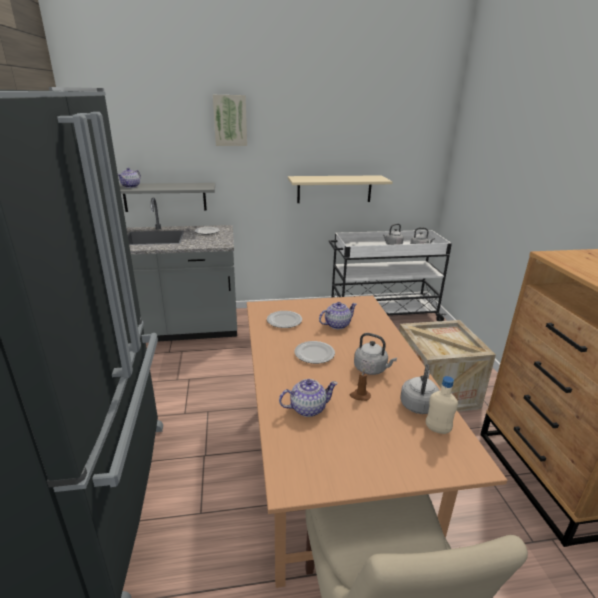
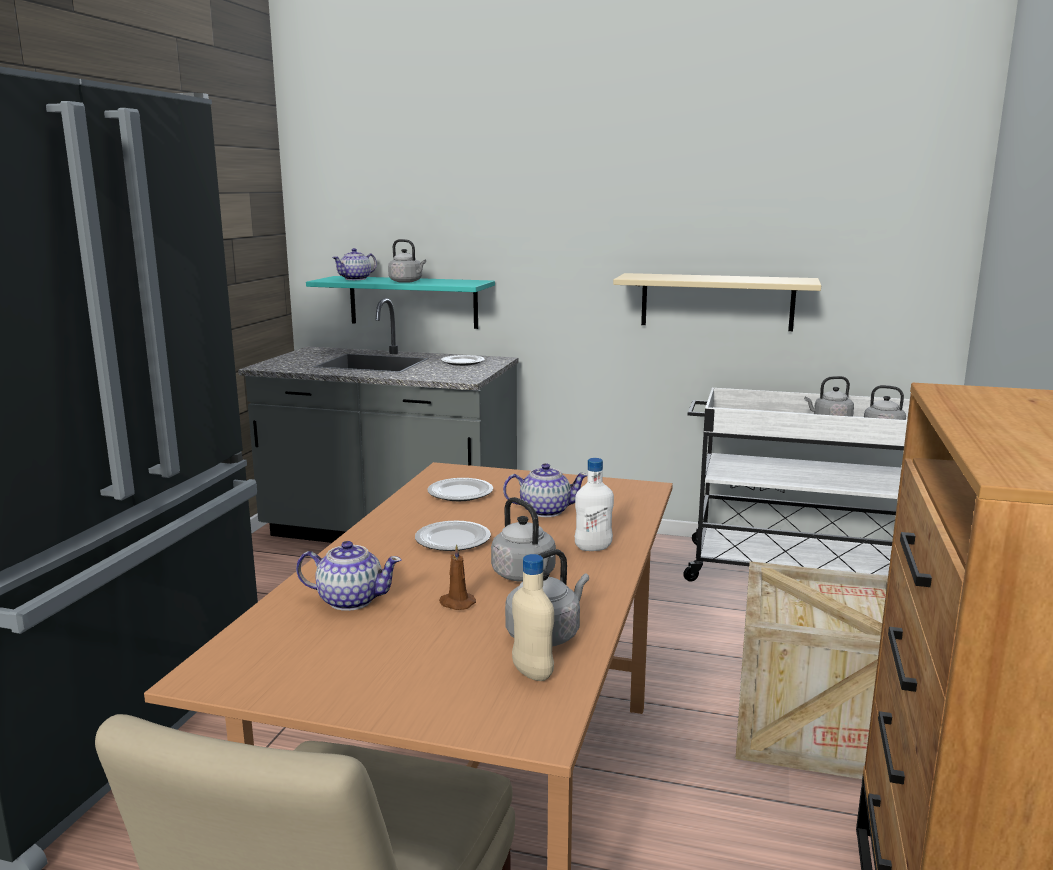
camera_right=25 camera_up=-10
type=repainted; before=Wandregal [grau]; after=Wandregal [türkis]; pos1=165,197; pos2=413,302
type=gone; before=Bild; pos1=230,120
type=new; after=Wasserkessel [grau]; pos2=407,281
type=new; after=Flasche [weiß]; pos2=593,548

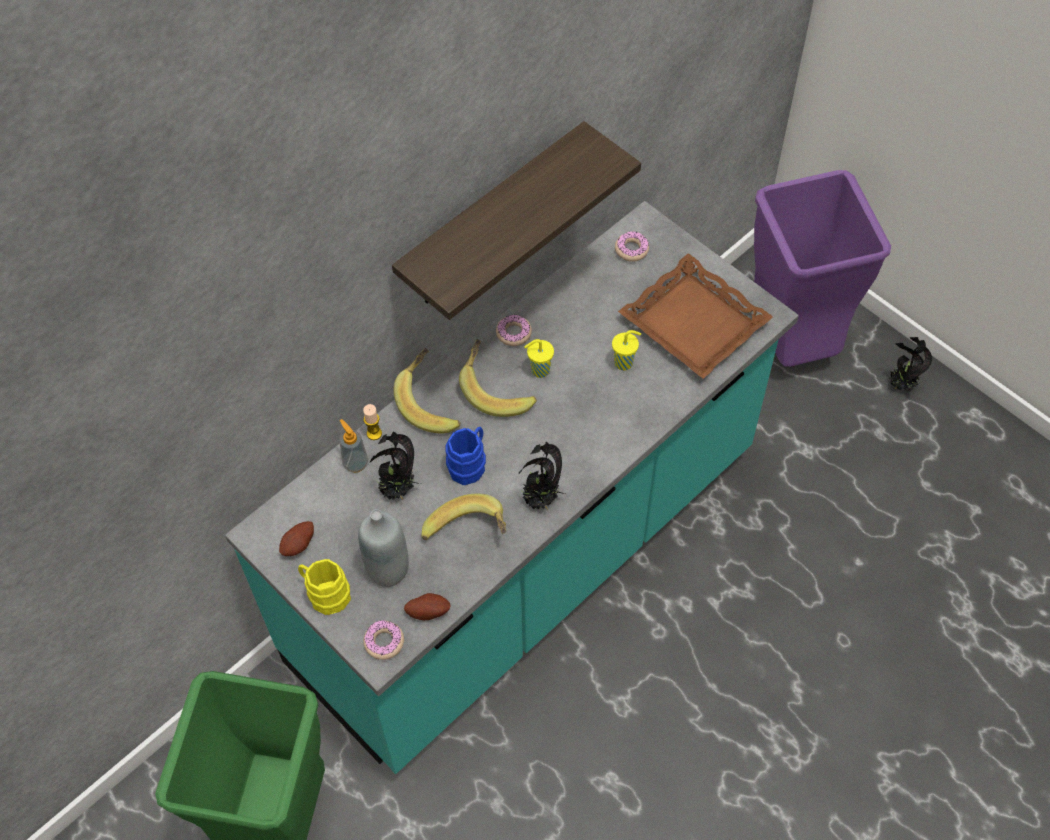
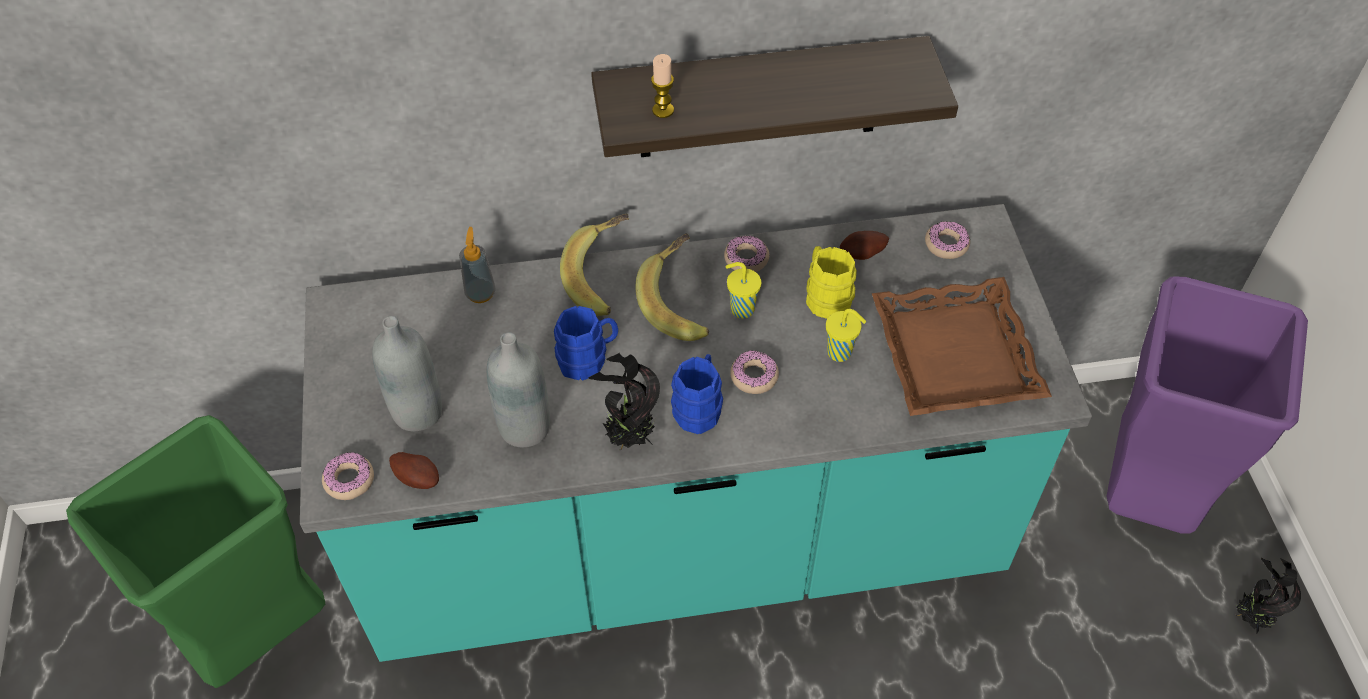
camera_right=35 camera_up=-5
type=shifted; before=Kartoffel; pos1=299,545; pos2=863,255
type=shifted; before=Henkelbecher [gelb]; pos1=325,594; pos2=825,296
type=shifted; before=Kerze; pos1=374,433; pos2=663,110
type=gone; before=Topfpflanze; pos1=397,490
type=swapped; before=Banane; after=Flasche [grau]; pos1=468,535; pos2=525,428
type=new; after=Henkelbecher [blau]; pos2=699,406
type=new; after=Donut; pos2=754,376

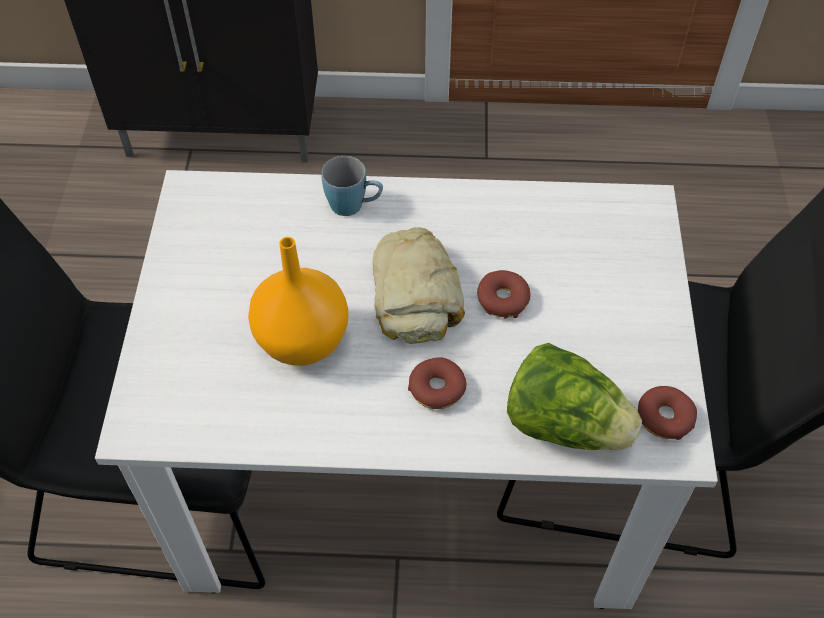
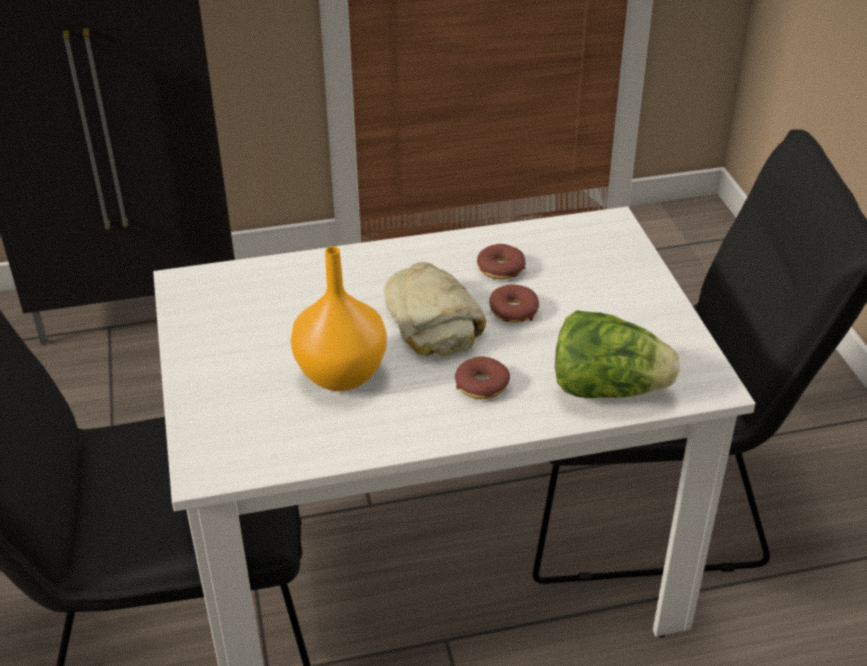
camera_right=-15 camera_up=-15
type=gone; before=Henkelbecher [blau]; pos1=354,205
type=shifted; before=Donut; pos1=664,417; pos2=500,269

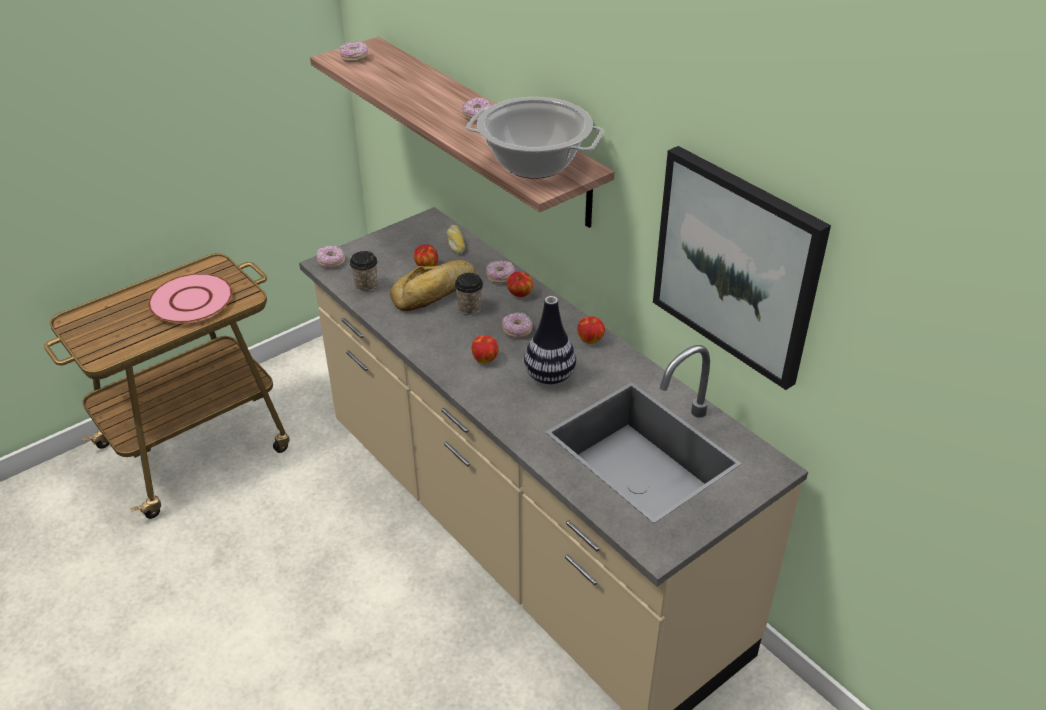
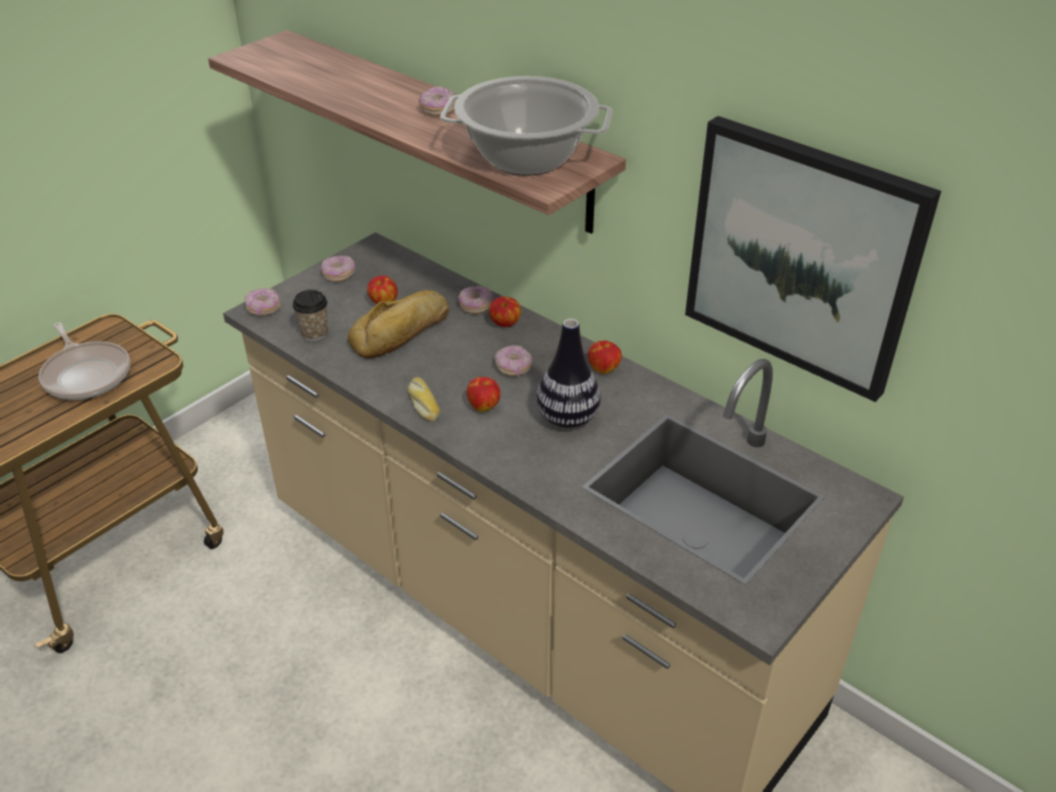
camera_right=-10 camera_up=0
type=swapped; before=Teller [rosa]; after=Pfanne; pos1=191,300; pos2=86,374
type=shifted; before=Donut; pos1=354,58; pos2=339,275
type=shifted; before=Brot; pos1=455,243; pos2=422,404
type=gone; before=Tasse; pos1=469,308

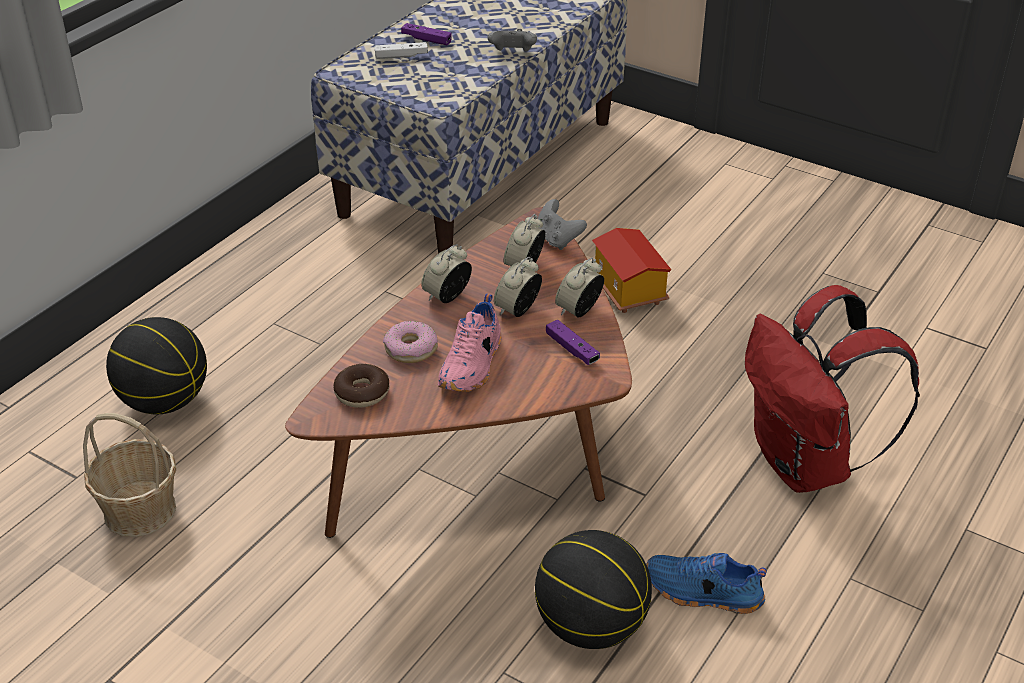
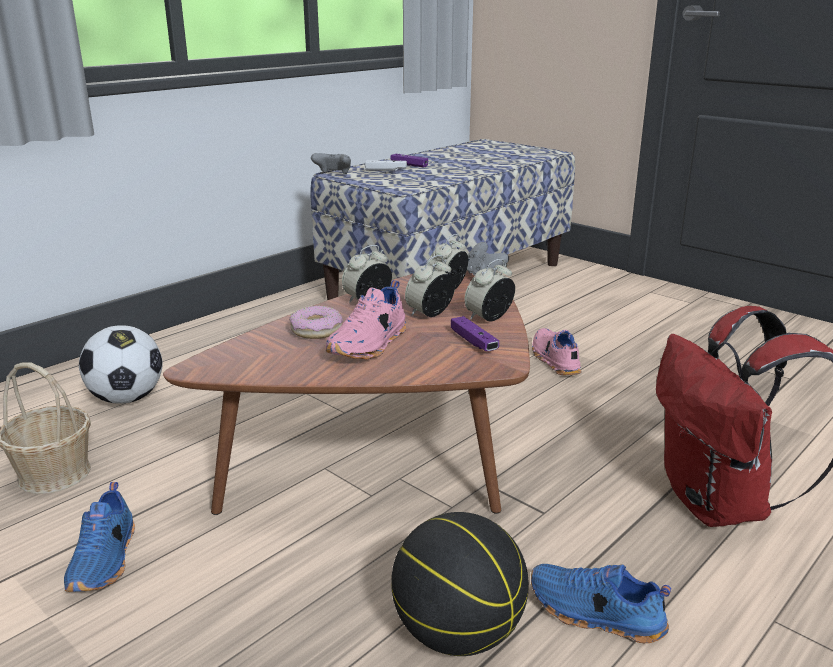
camera_right=10 camera_up=-15
type=swapped; before=Basketball; after=Fußball; pos1=165,401; pos2=127,398
type=gone; before=Donut; pos1=362,393
type=shifted; before=Gamepad [grau]; pos1=512,54; pos2=333,175
type=swapped; before=Spielzeughaus; after=Schuh [rosa]; pos1=627,291; pos2=554,360
type=new; after=Schuh [blau]; pos2=106,560

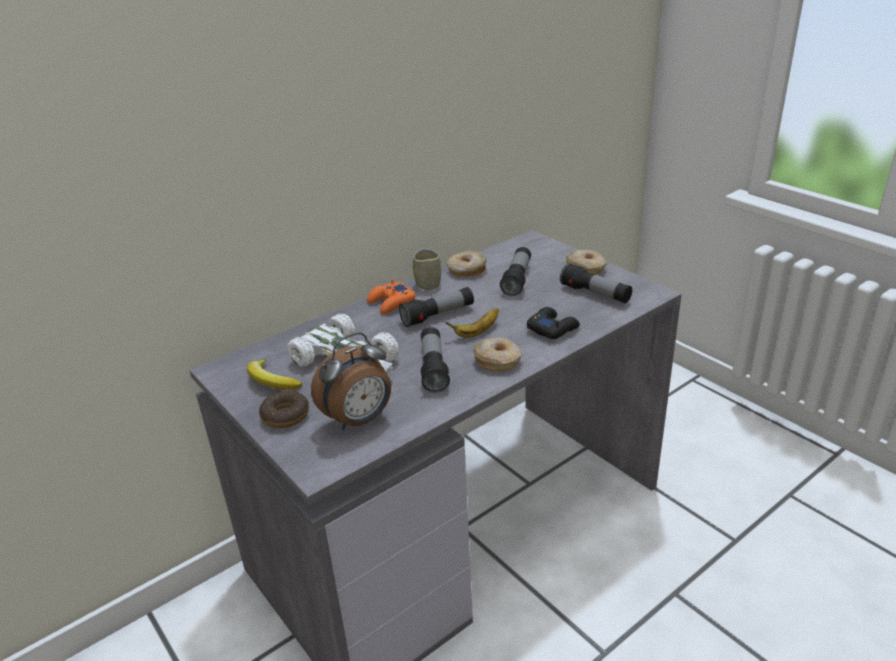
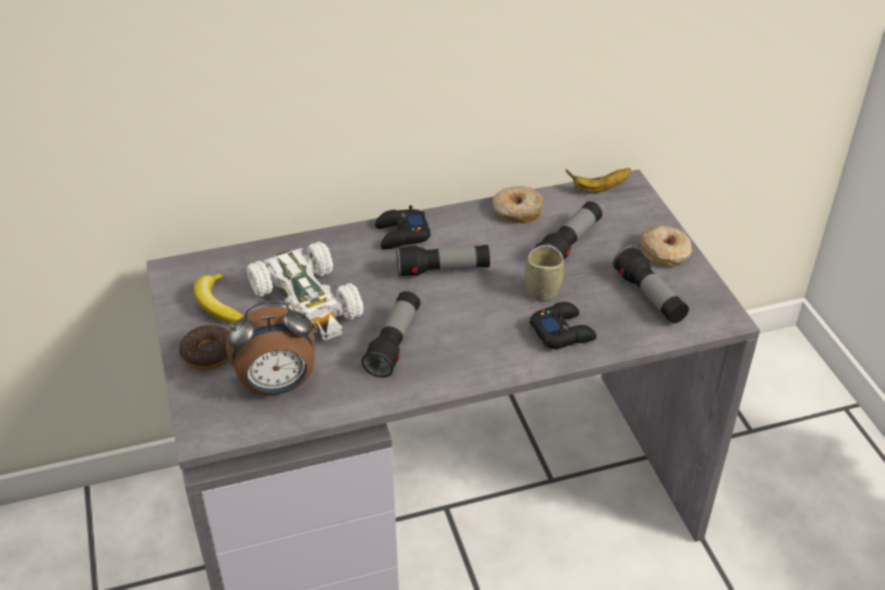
camera_right=20 camera_up=10
type=repainted; before=Gamepad [orange]; after=Gamepad [schwarz]; pos1=391,303; pos2=402,235
type=shifted; before=Tasse; pos1=428,284; pos2=542,291
type=shifted; before=Banane; pos1=476,332; pos2=599,189
type=gone; before=Donut; pos1=498,361

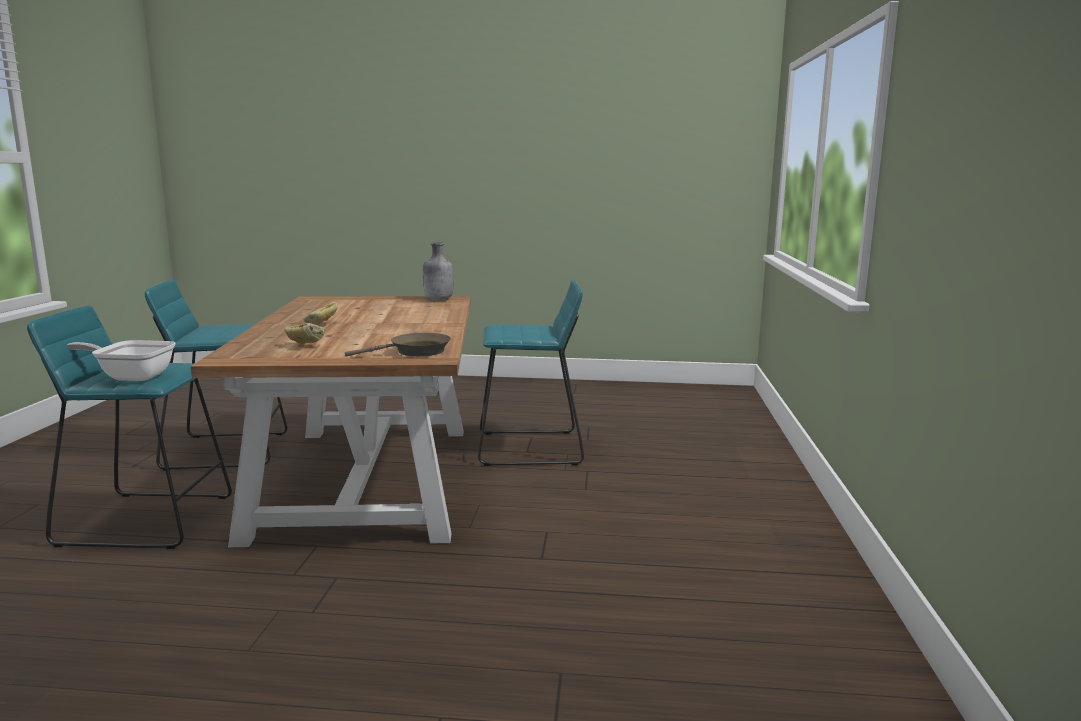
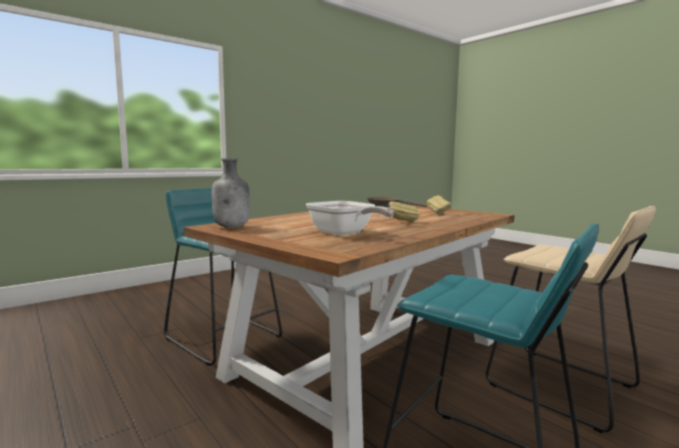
camera_right=-135 camera_up=-5
type=repainted; before=Hocker [türkis]; after=Hocker [beige]; pos1=147,519; pos2=560,386
type=shifted; before=Pfanne; pos1=131,377; pos2=344,233

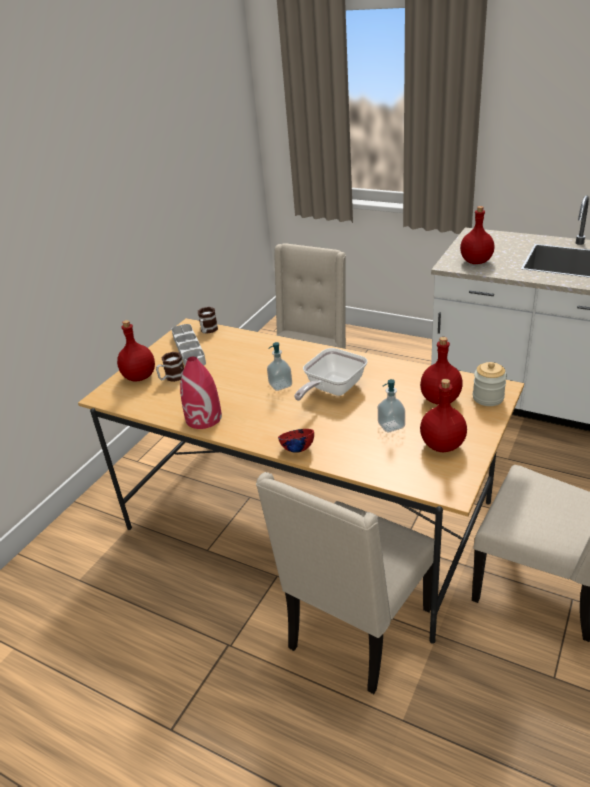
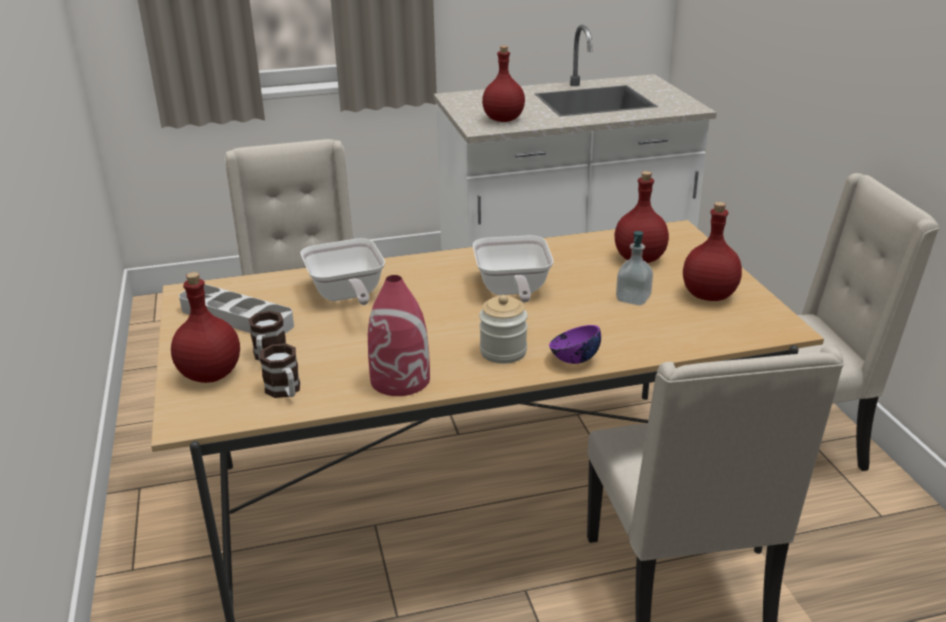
camera_right=-45 camera_up=-5
type=shifted; before=Henkelbecher; pos1=208,331; pos2=285,391
type=gone; before=Seifenspender; pos1=280,385
type=repainted; before=Schüssel [rot]; after=Schüssel [lila]; pos1=297,448; pos2=574,359
type=shifted; before=Vorratsglas; pos1=488,398; pos2=503,352
type=new; after=Pfanne; pos2=346,296

